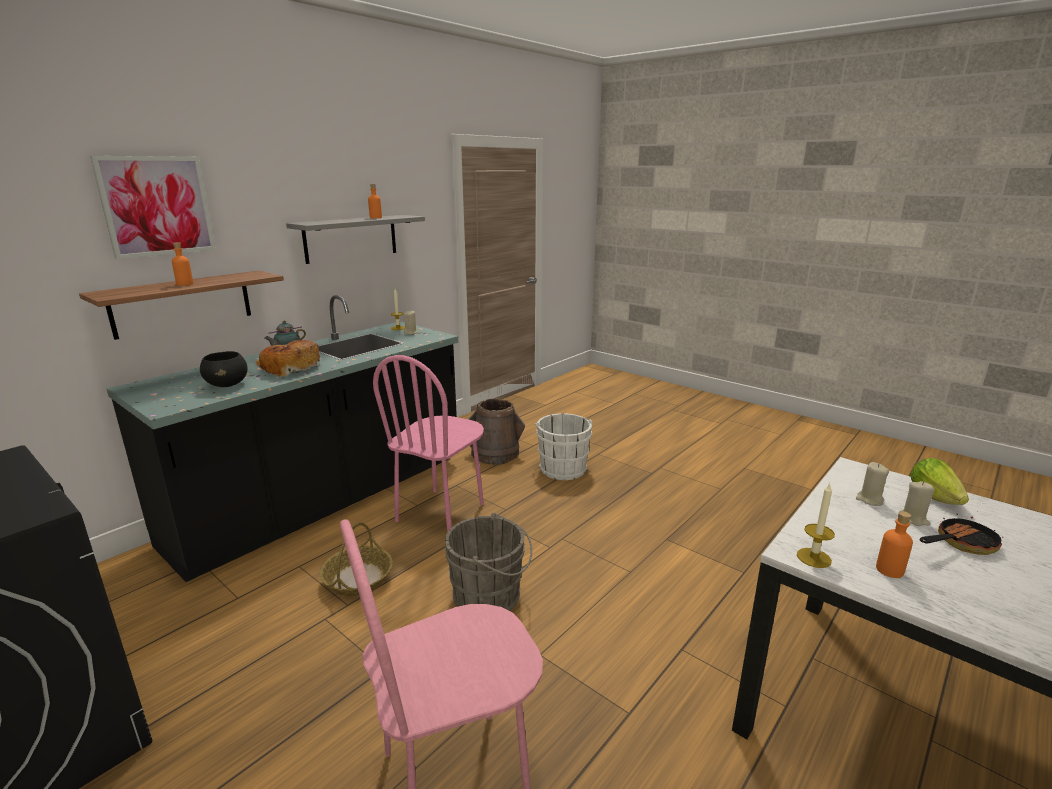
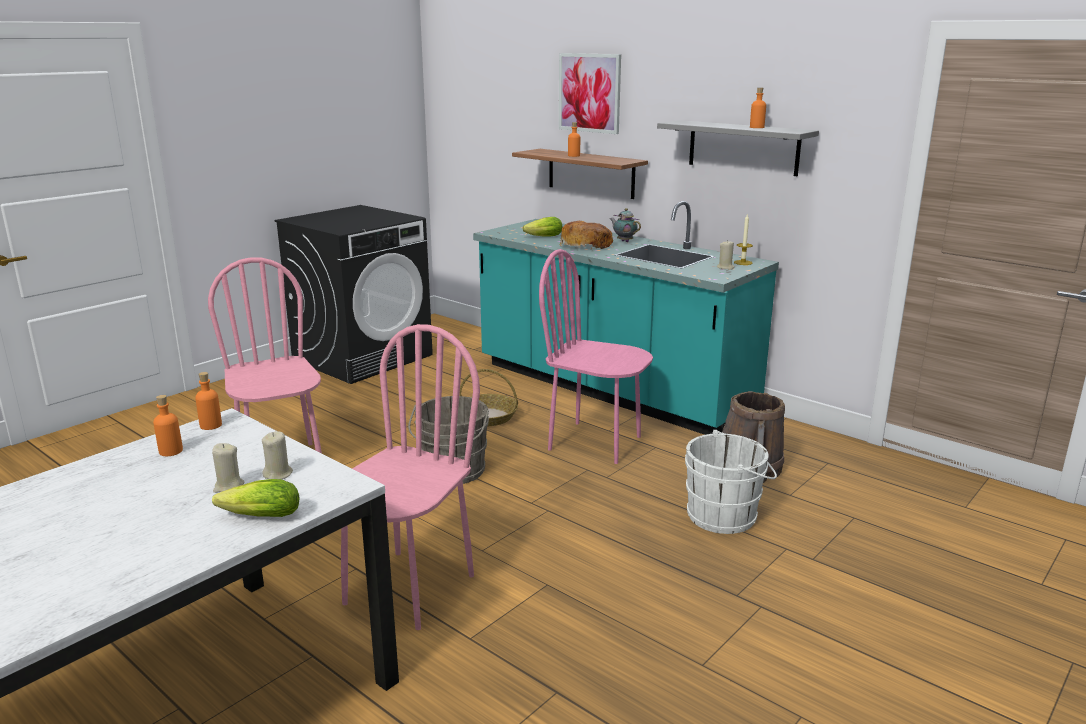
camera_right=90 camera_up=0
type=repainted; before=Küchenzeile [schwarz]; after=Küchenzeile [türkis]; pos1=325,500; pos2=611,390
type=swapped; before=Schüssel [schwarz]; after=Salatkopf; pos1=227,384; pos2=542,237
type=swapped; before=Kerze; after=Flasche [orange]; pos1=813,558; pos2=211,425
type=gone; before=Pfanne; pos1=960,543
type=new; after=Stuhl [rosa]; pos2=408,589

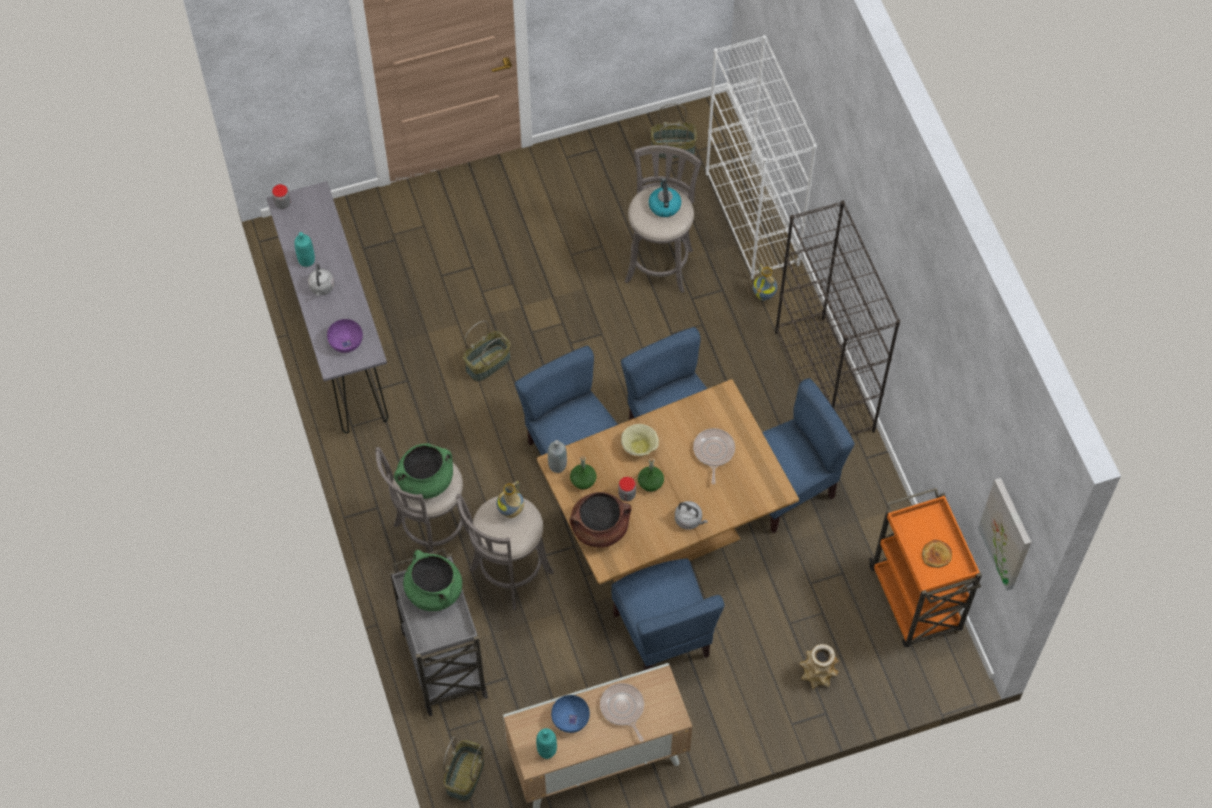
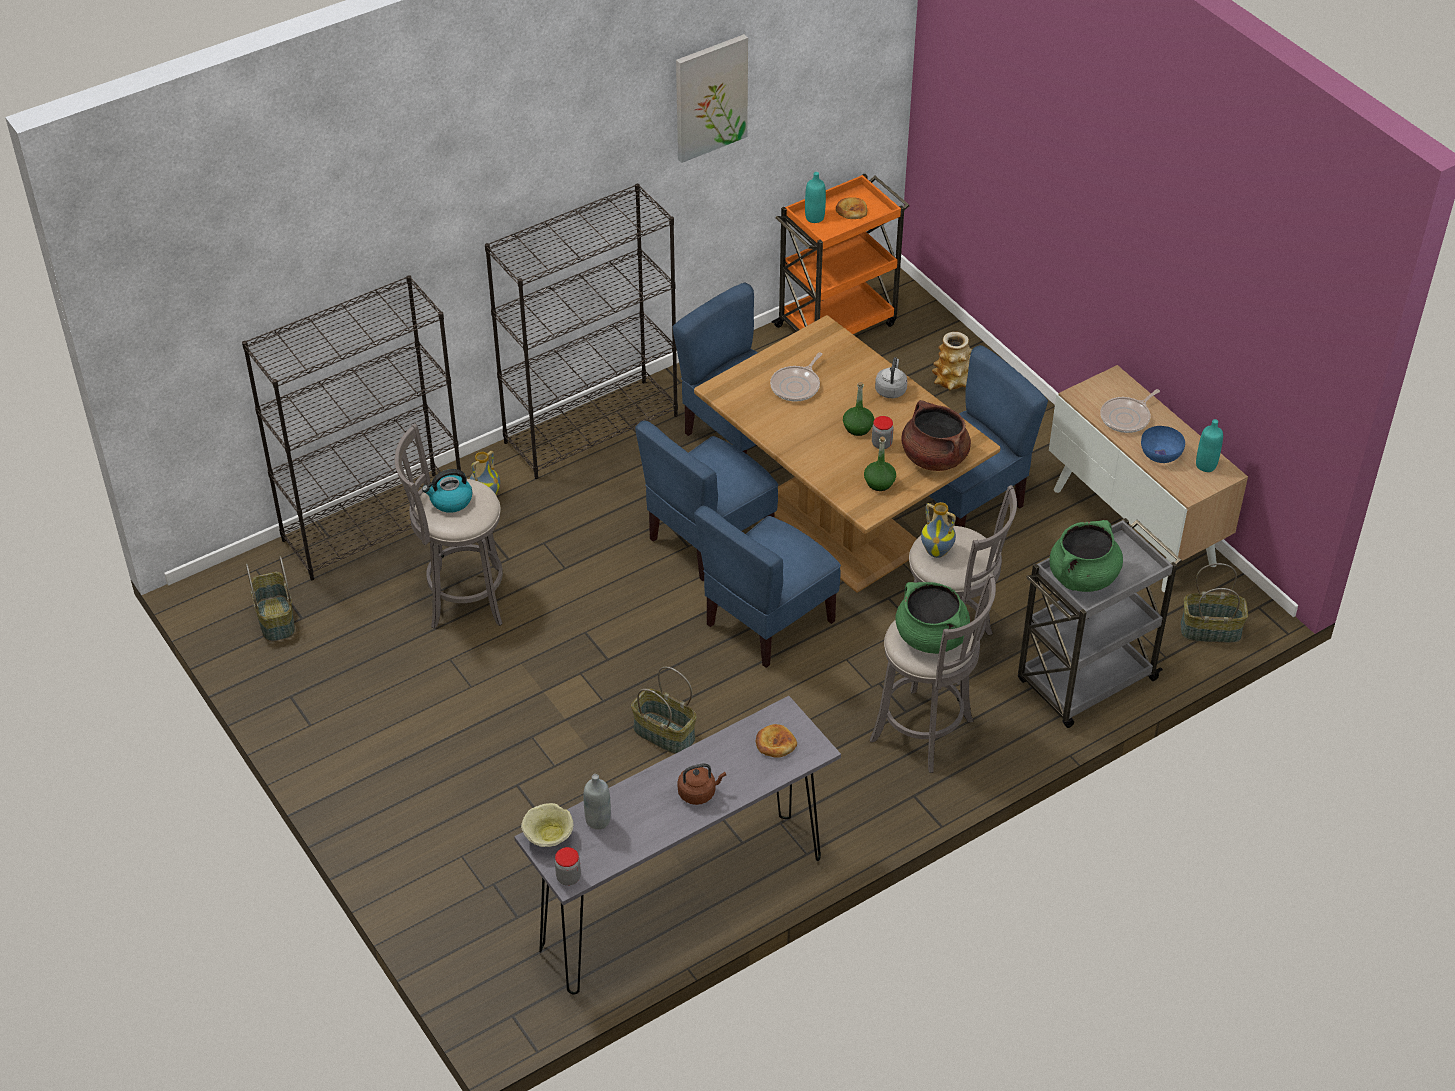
camera_right=-105 camera_up=-15
type=shifted; before=Flasche [türkis]; pos1=306,260; pos2=814,217
type=repainted; before=Wasserkessel [grau]; after=Wasserkessel [braun]; pos1=322,288; pos2=699,793
type=swapped; before=Schüssel [lila]; after=Brot; pos1=346,342; pos2=775,743
type=shifted; before=Flasche [grau]; pos1=557,465; pos2=598,820
type=shifted; before=Schüssel [beige]; pos1=640,446; pos2=548,836
type=rotated; before=Pfanne; pos1=713,452; pos2=797,386; turn=-45
type=repainted; before=Bücherregal [weiß]; after=Bücherregal [schwarz]; pos1=752,219; pos2=375,524
type=shifted; before=Bild; pos1=1006,534; pos2=710,97

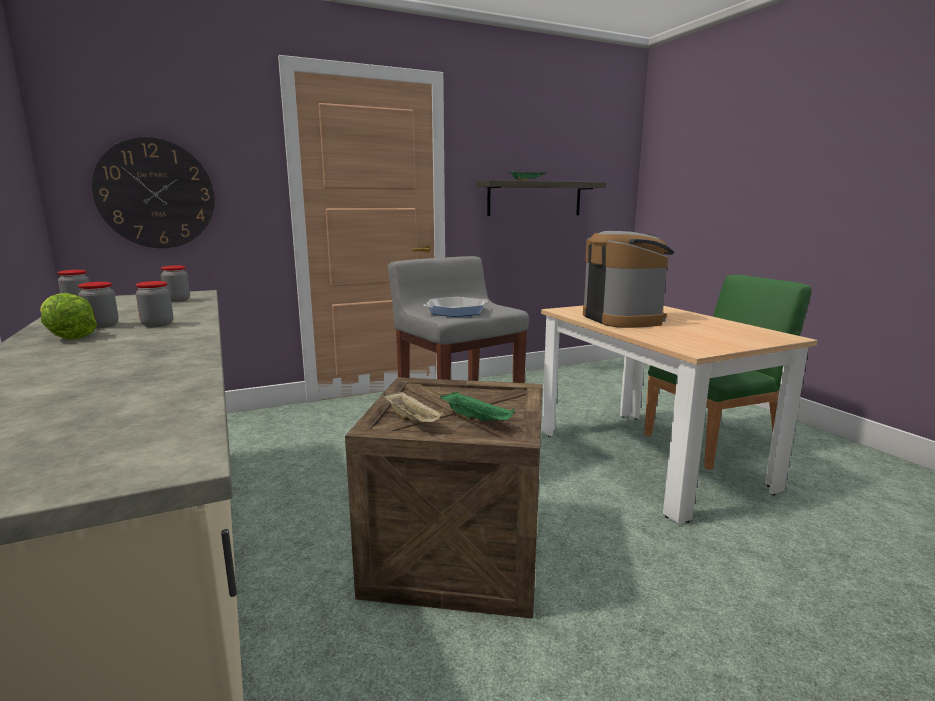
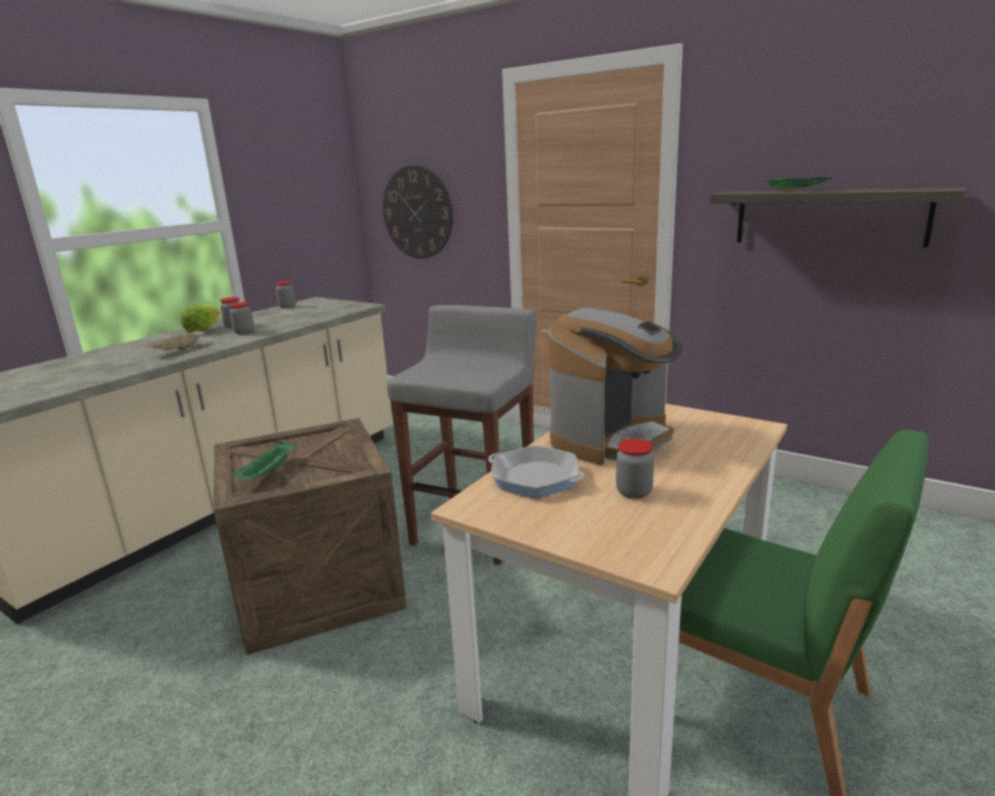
camera_right=60 camera_up=5
type=shifted; before=Vorratsglas; pos1=177,300; pos2=634,492
type=shifted; before=Tablett [beige]; pos1=413,421; pos2=178,350
type=shifted; before=Pfanne; pos1=456,311; pos2=535,478

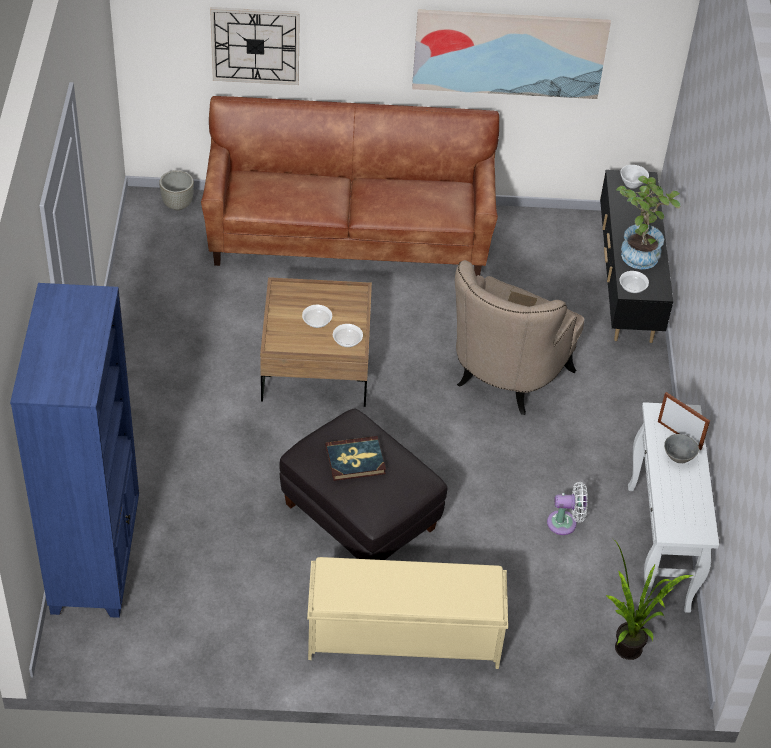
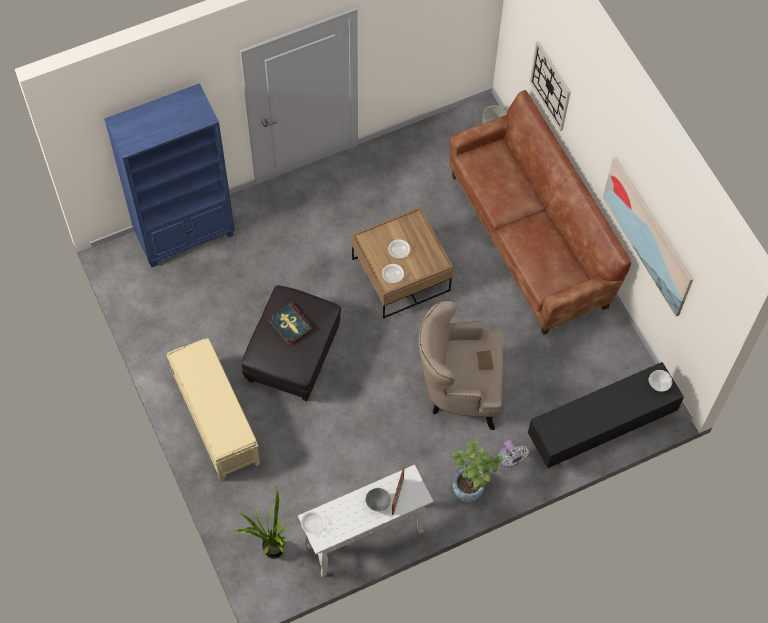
camera_right=65 camera_up=15
type=shifted; before=Ventilator [weiß]; pos1=565,523; pos2=509,459
type=shifted; before=Topfpflanze; pos1=638,251; pos2=472,485
type=shifted; before=Schüssel; pos1=632,287; pos2=313,524

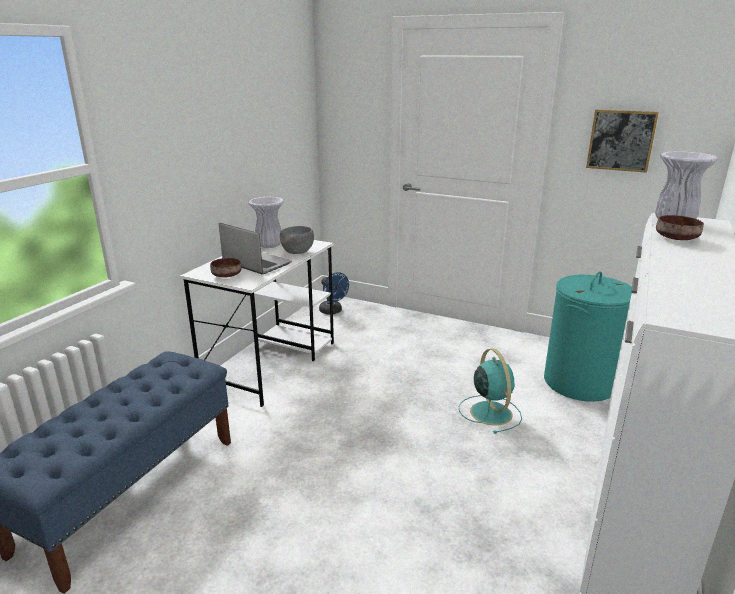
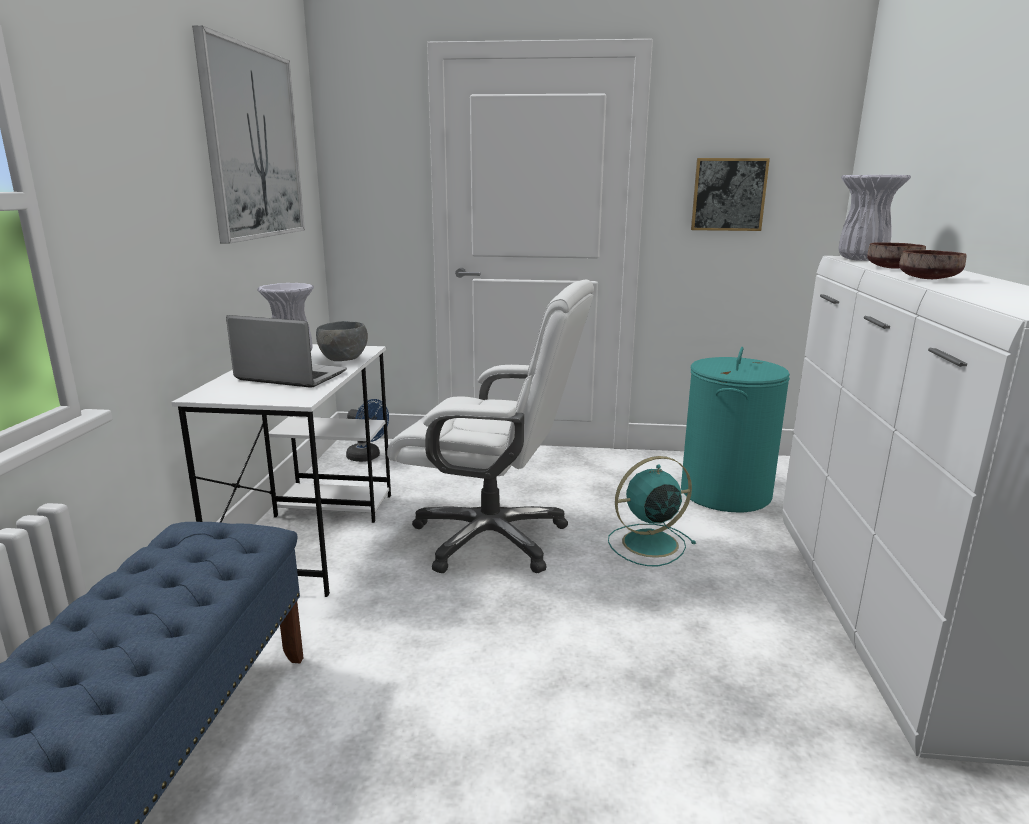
camera_right=-20 camera_up=-5
type=shifted; before=Schüssel [braun]; pos1=227,275; pos2=928,278
type=rotated; before=Ventilator [türkis]; pos1=490,412; pos2=647,544; turn=-75
type=new; after=Bild; pos2=253,144
type=new; after=Bürostuhl [weiß]; pos2=492,538

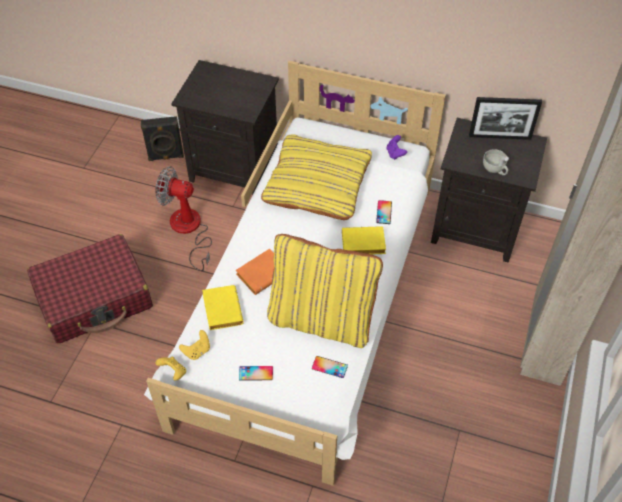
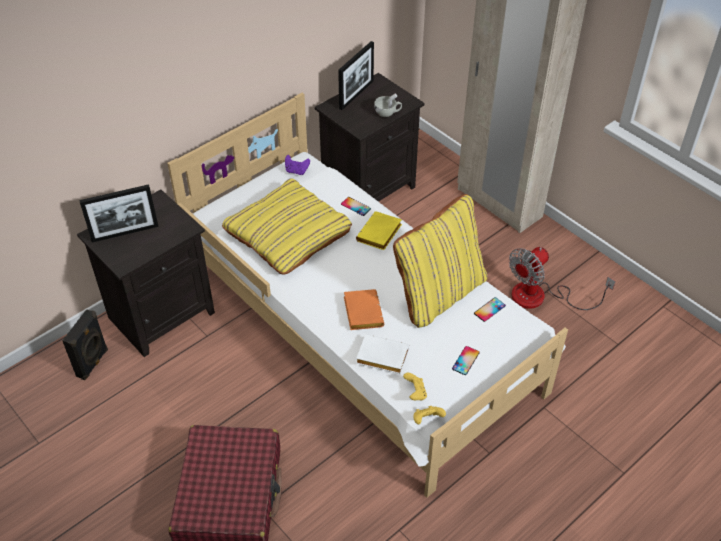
camera_right=-60 camera_up=-5
type=shifted; before=Ventilator; pos1=189,230; pos2=540,297
type=repainted; before=Buch [gelb]; after=Buch [weiß]; pos1=221,309; pos2=380,357
type=new; after=Bilderrahmen; pos2=125,233

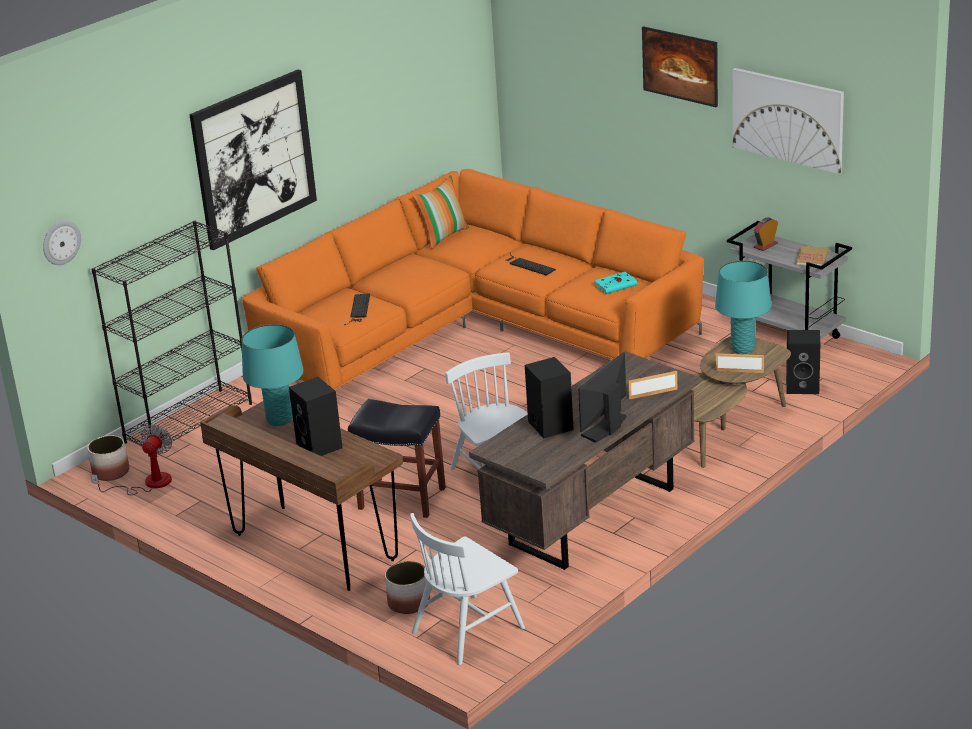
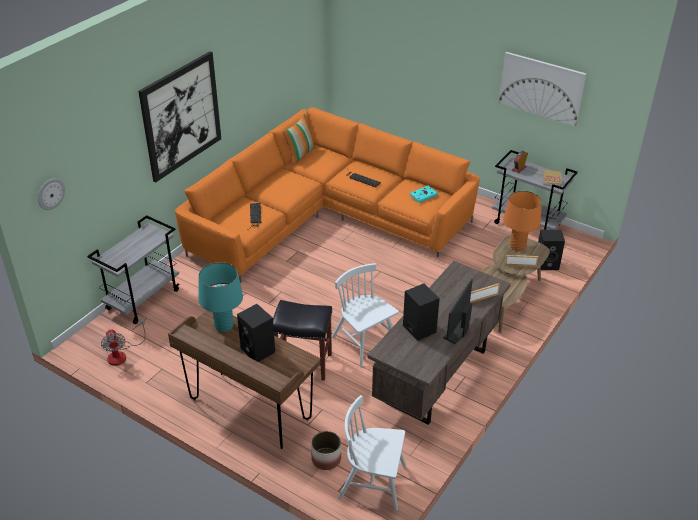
camera_right=-10 camera_up=10
type=gone; before=Pflanzkübel; pos1=111,472
type=swapped; before=Bücherregal [schwarz]; after=Rollwagen [grau]; pos1=189,422; pos2=143,299
type=rotated; before=Ventilator; pos1=148,483; pos2=122,354; turn=150
type=rotated; before=Stuhl [weiß]; pos1=468,629; pos2=373,482; turn=60
type=gone; before=Bild; pos1=680,82
type=repainted; before=Tischlampe [türkis]; after=Tischlampe [orange]; pos1=743,349; pos2=517,246

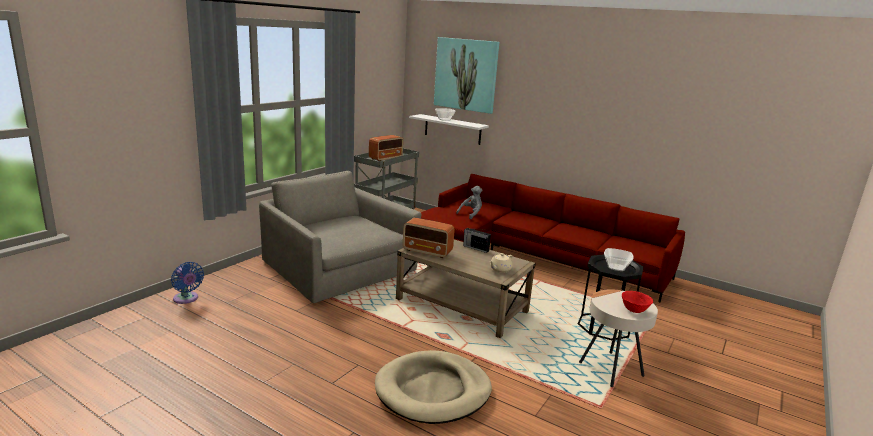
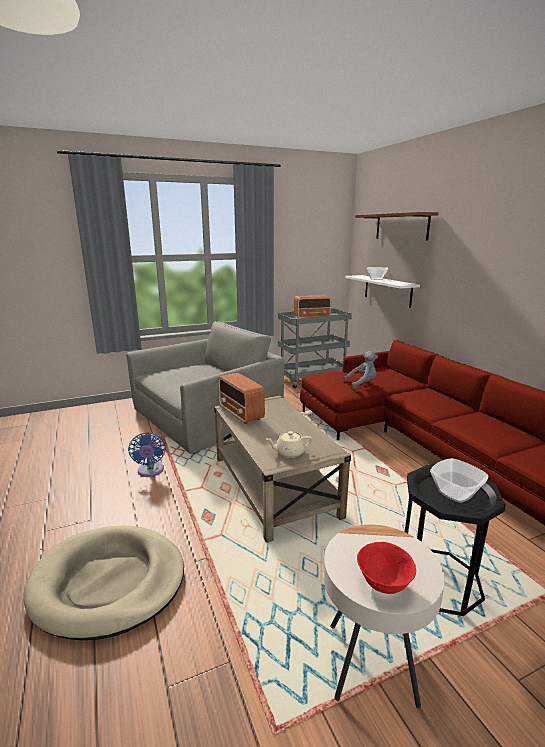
camera_right=35 camera_up=0
type=shifted; before=Ventilator [blau]; pos1=186,299; pos2=150,471
type=rotated; before=Sessel [grau]; pos1=337,268; pos2=208,416; turn=60
type=swapped; before=Bild; after=Wandregal [braun]; pos1=466,74; pos2=401,226
type=gone; before=Radio; pos1=475,248

